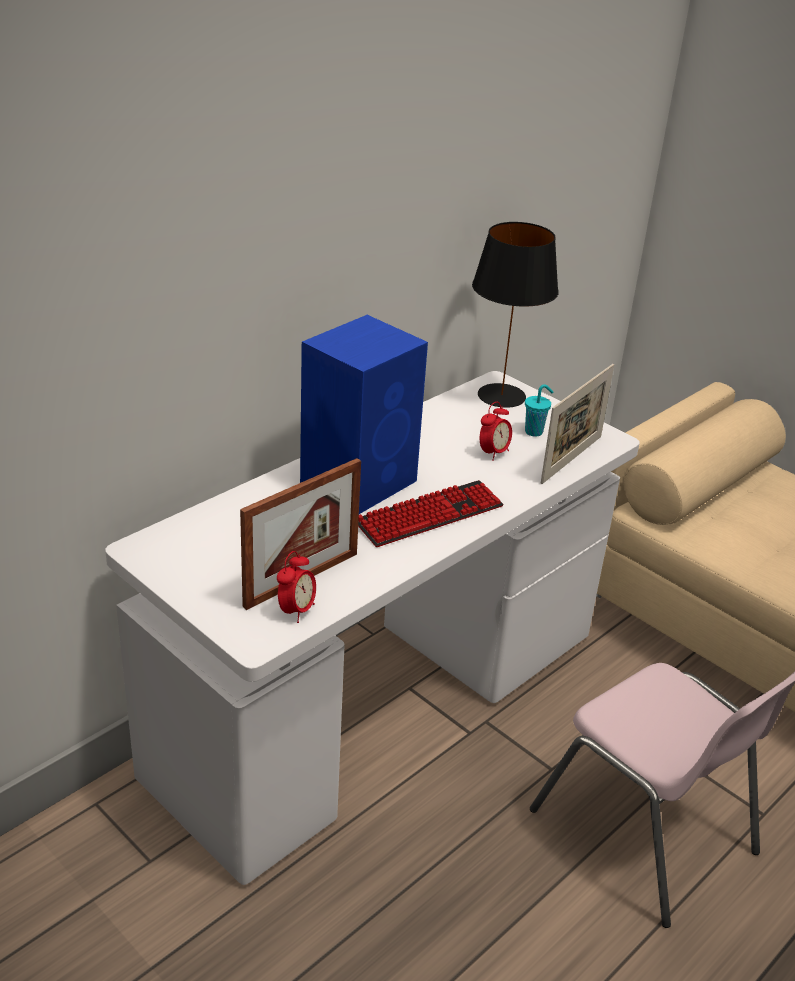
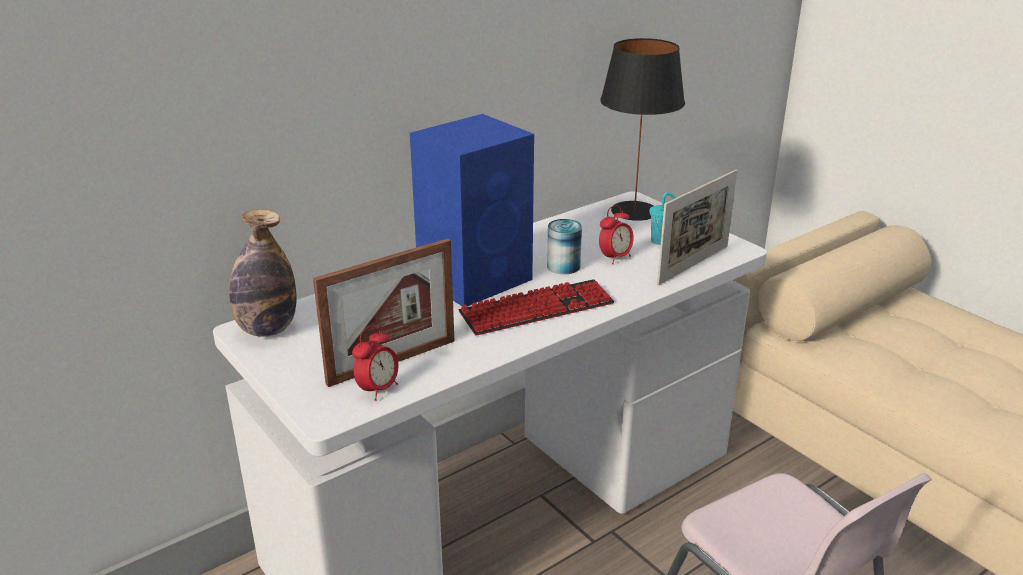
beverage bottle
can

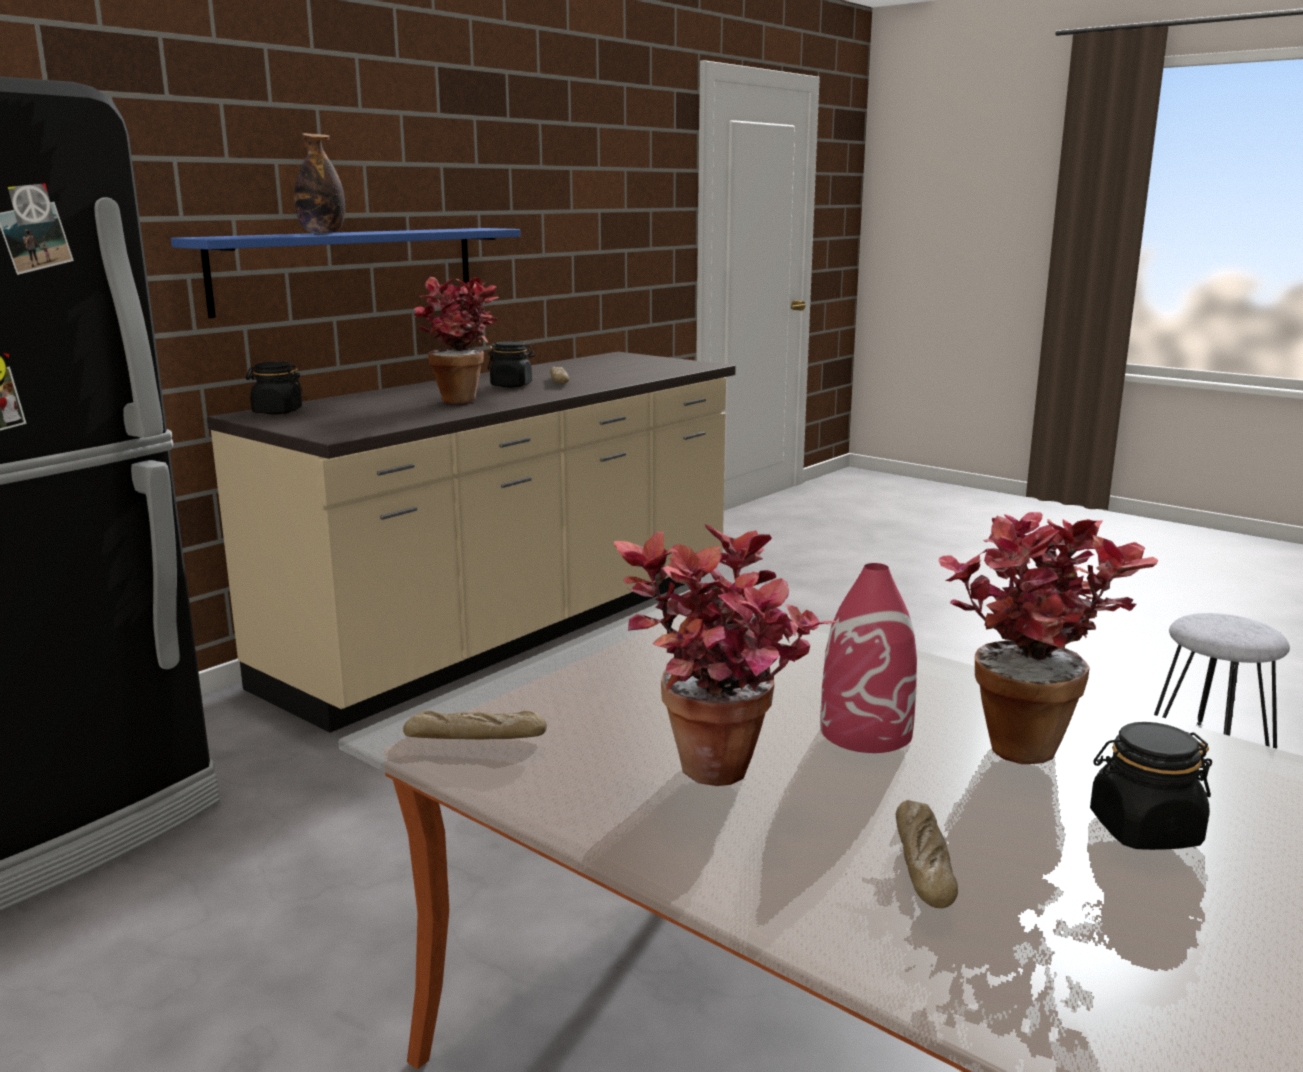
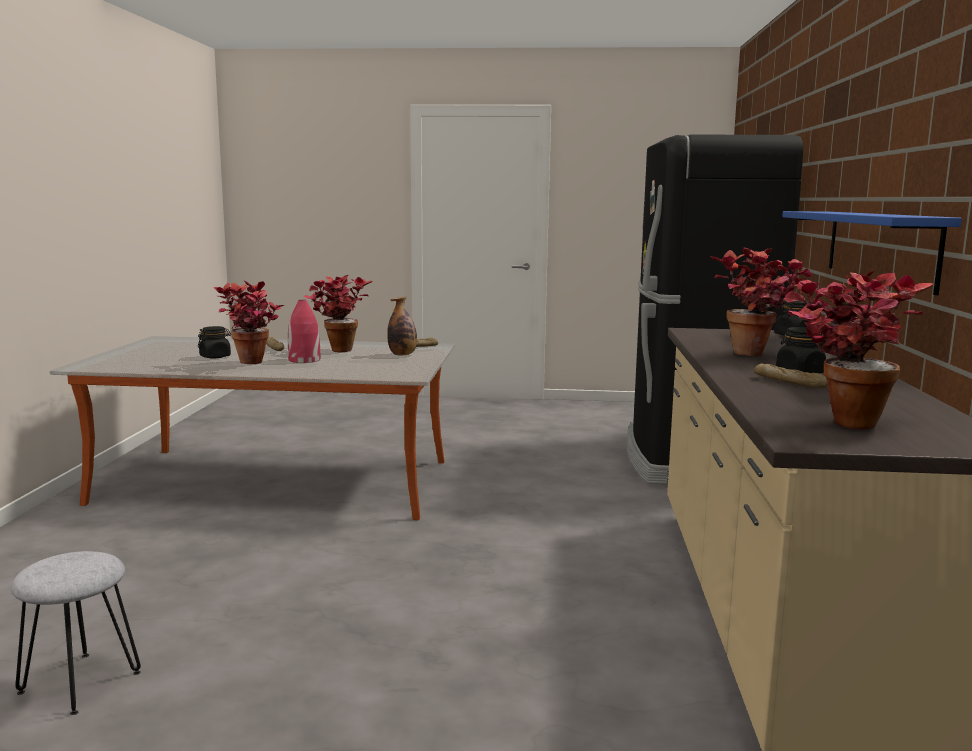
houseplant (no. 4 from left)
beverage bottle

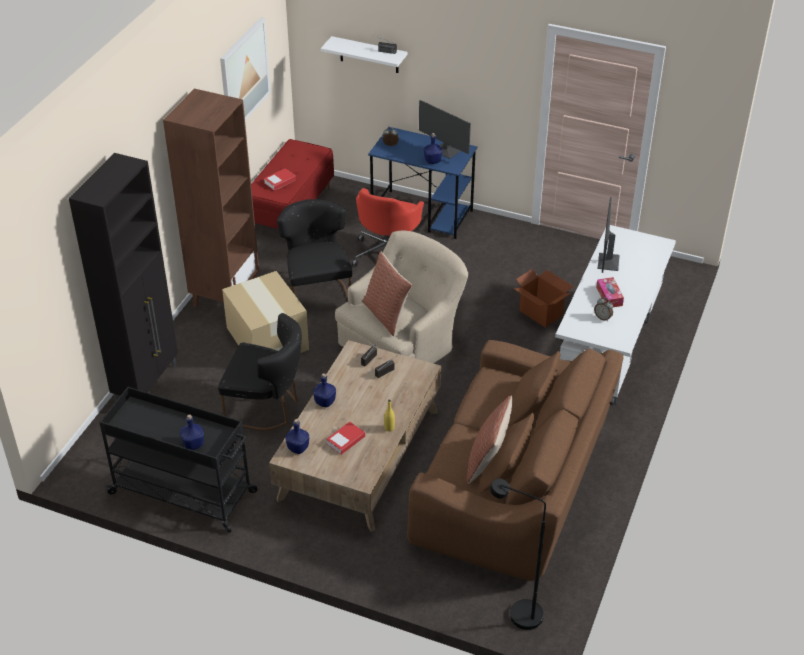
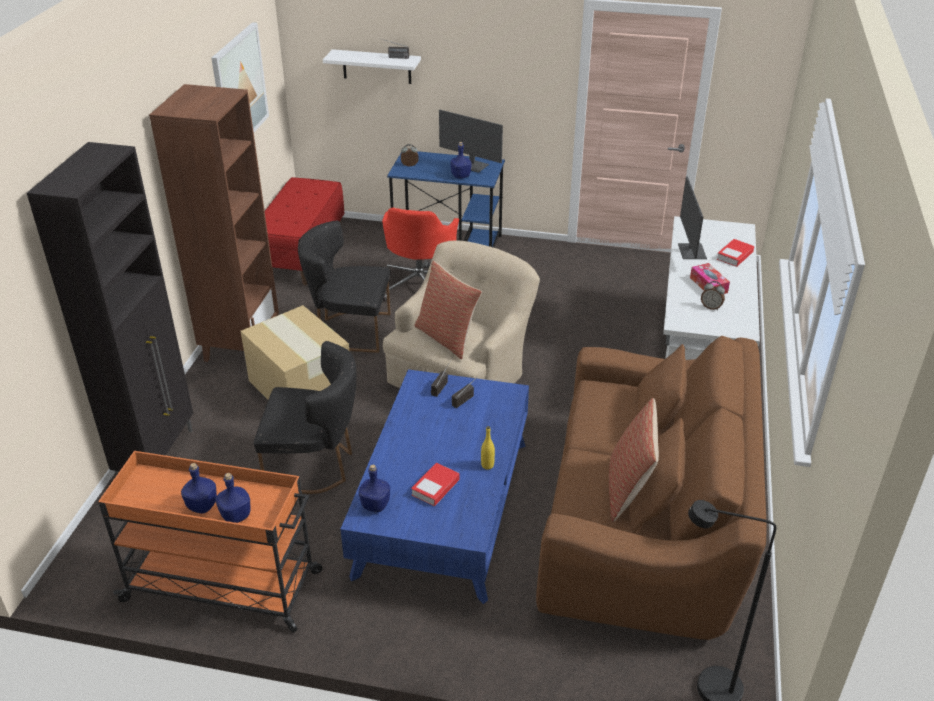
cardboard box (no. 2 from left in the first image)
bound book (no. 2 from left)
blue beverage bottle (no. 1 from left)
orange wheeled cart
blue low table
black plain chair (no. 2 from left)

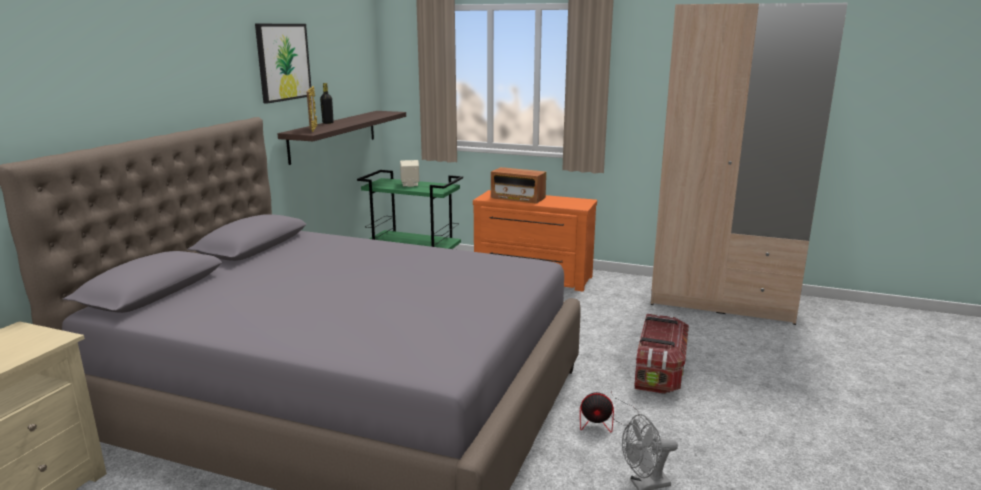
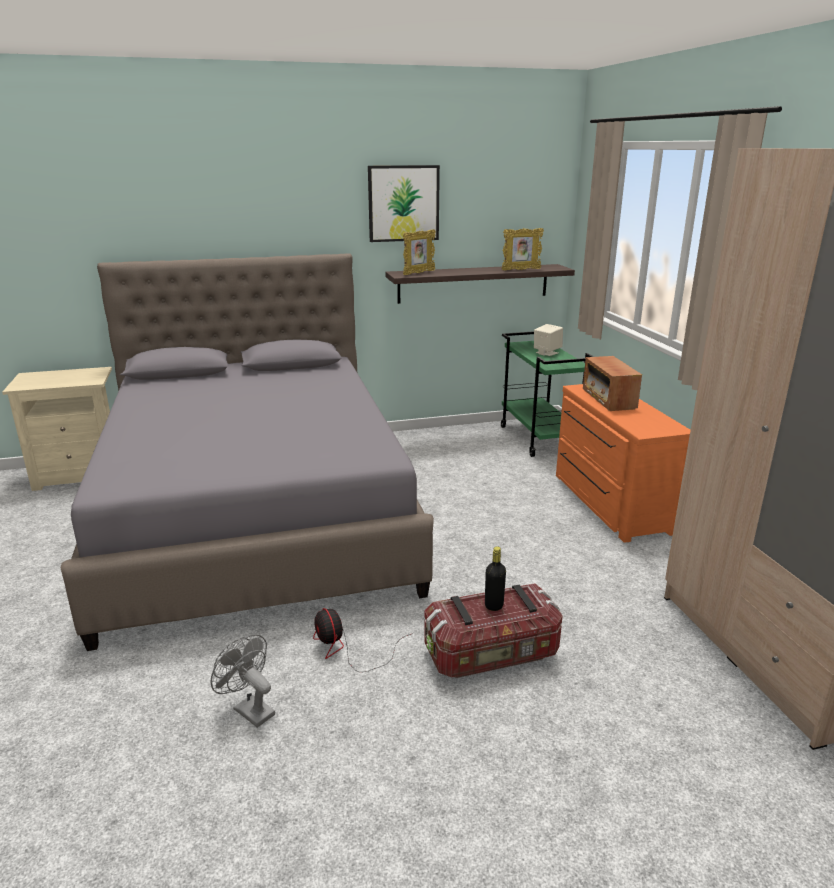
standing frame (no. 2 from left)
black beverage bottle

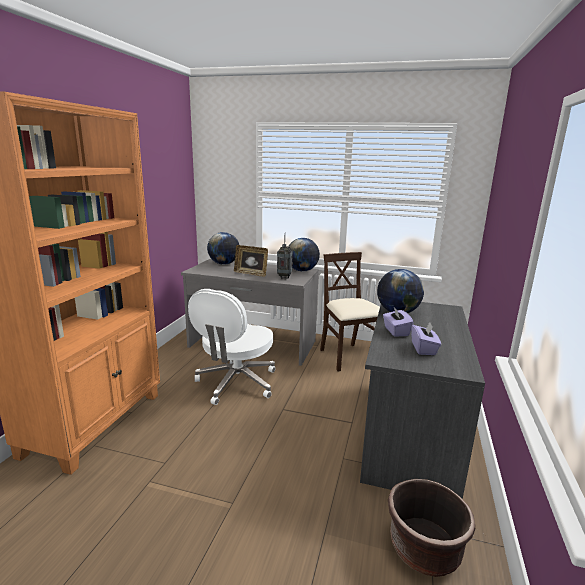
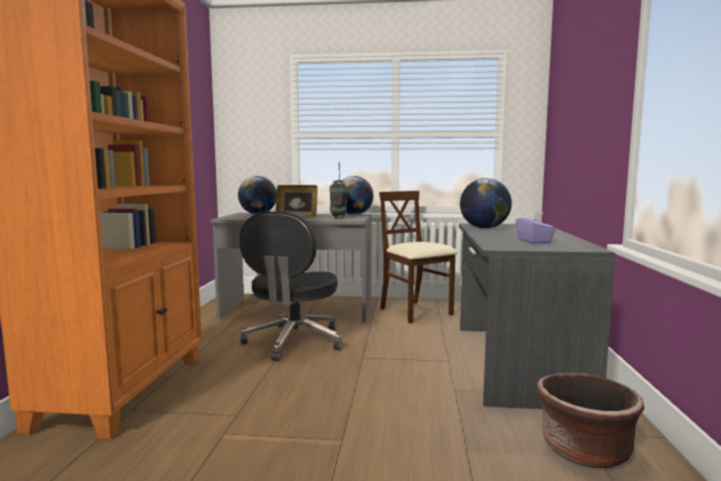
purple box of tissues (no. 1 from left in the first image)
black office chair

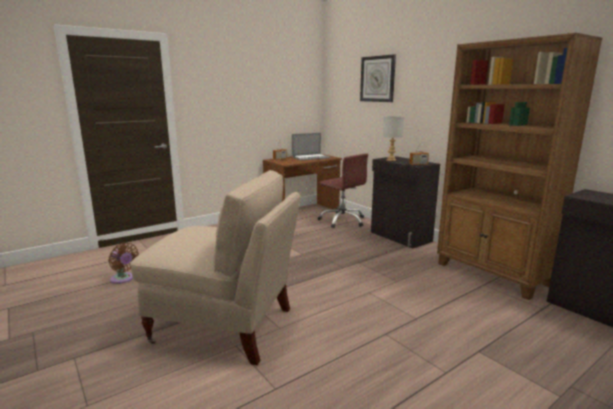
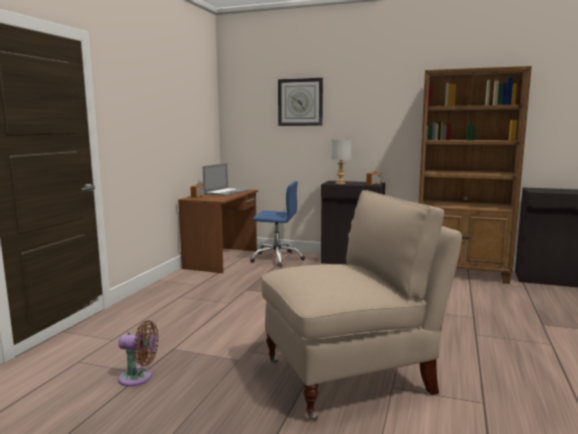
blue office chair

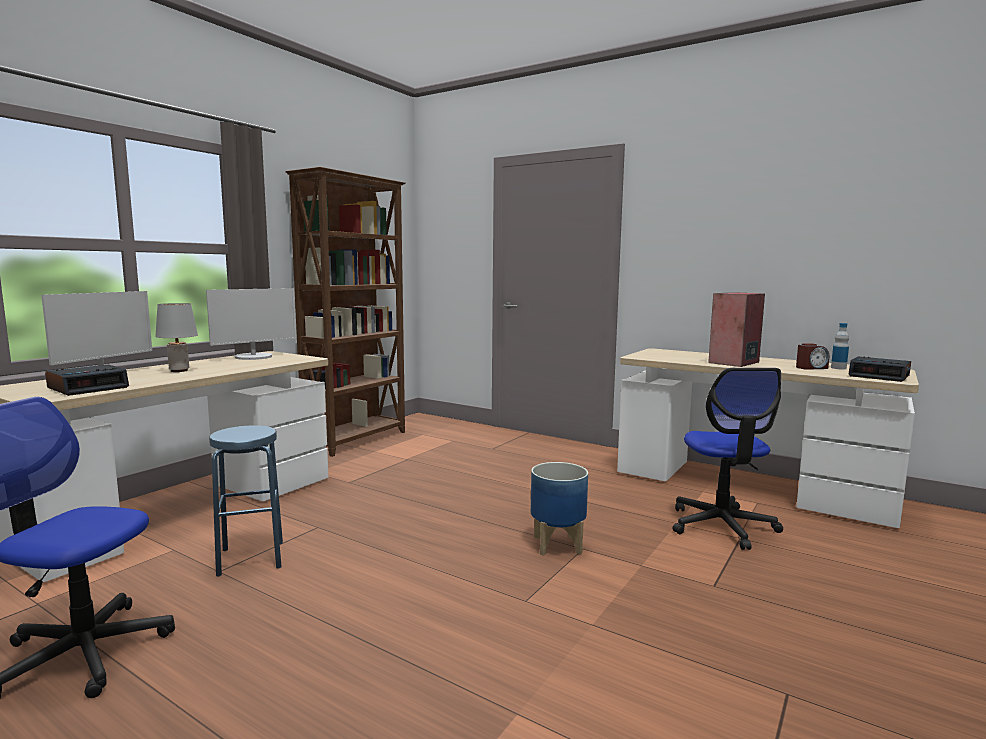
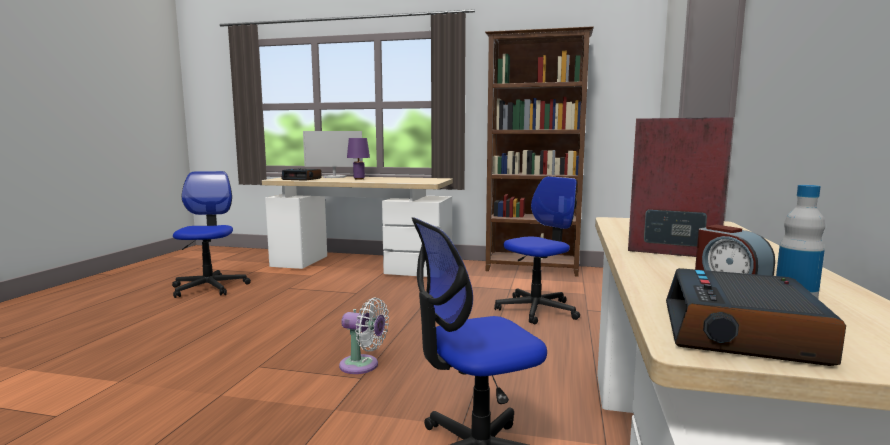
computer display (no. 2 from left in the first image)
blue sitting stool
office chair (no. 3 from left)
whitish electric fan
purple lamp for a table

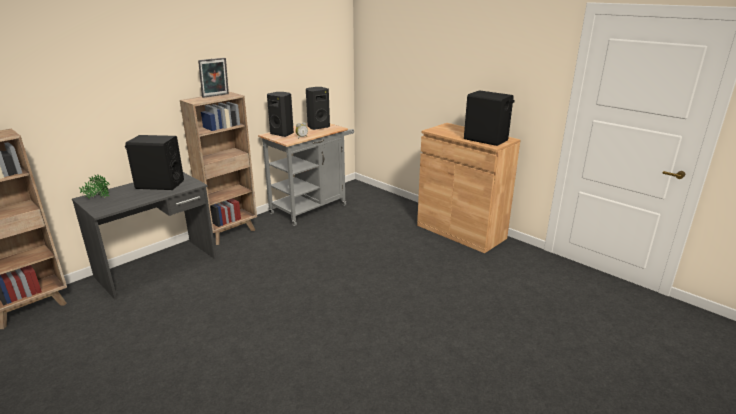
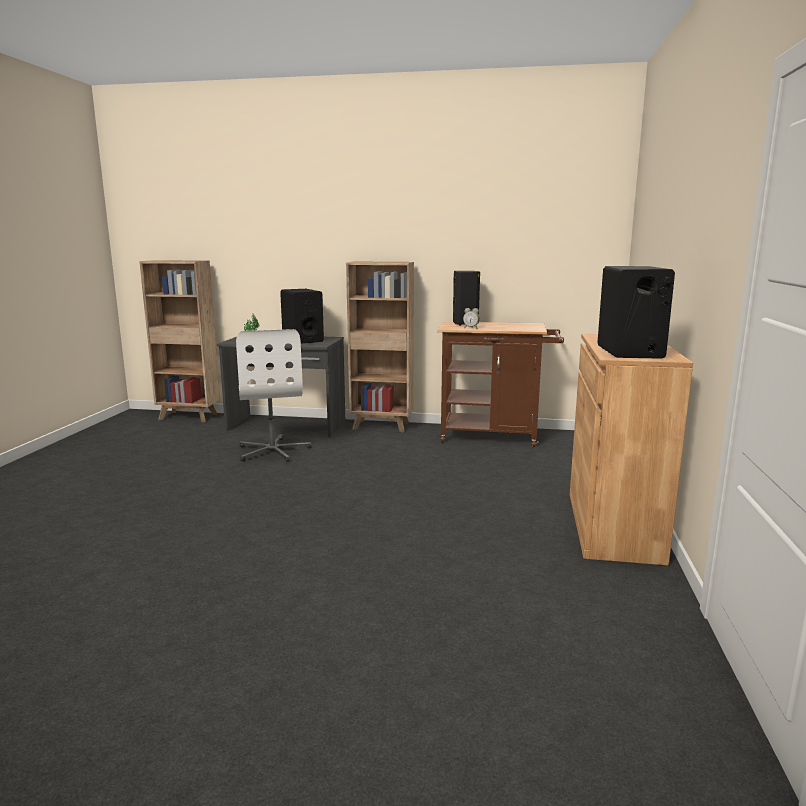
standing frame
black audio speaker (no. 3 from left in the first image)
whitish office chair
brown-coloured wheeled cart

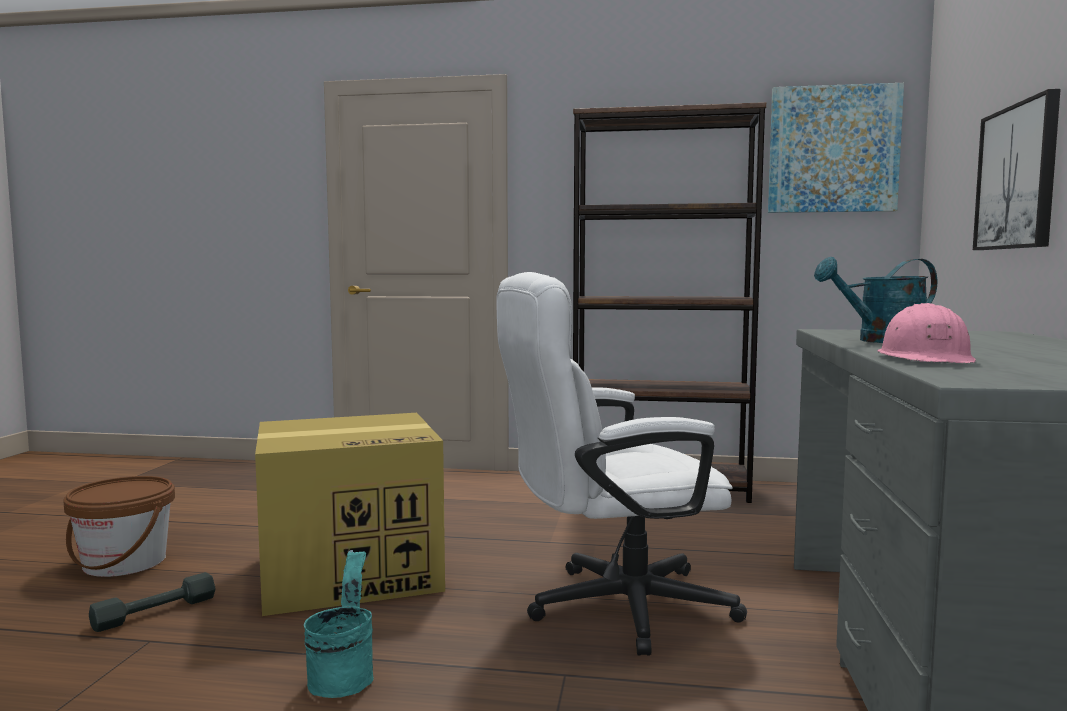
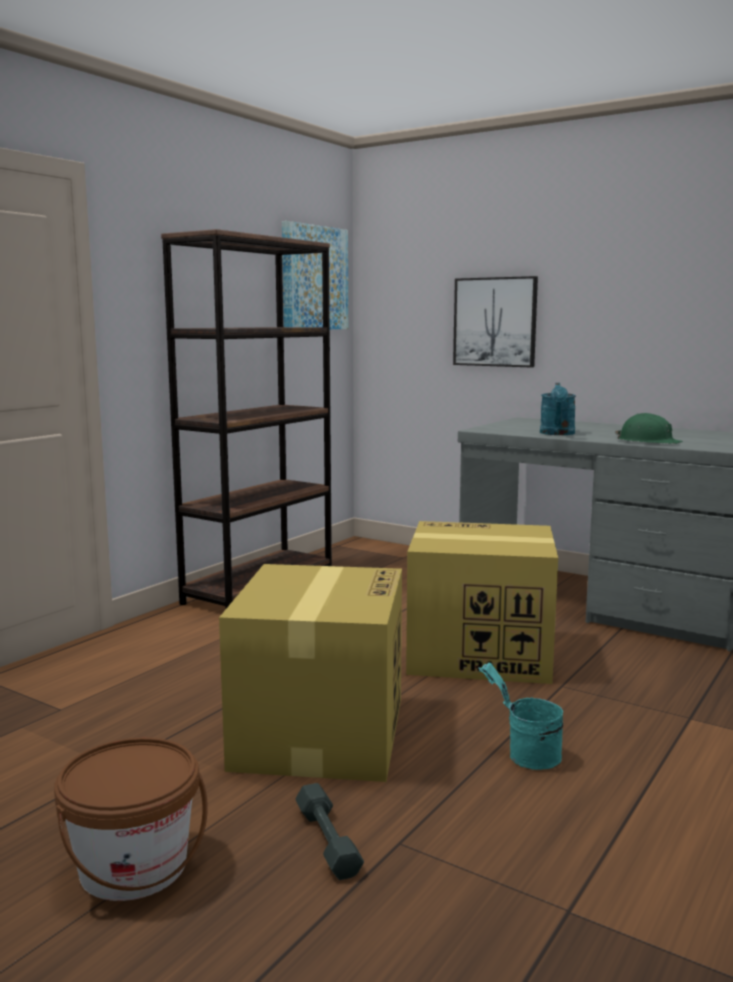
cardboard box (no. 2 from left)
green hard hat

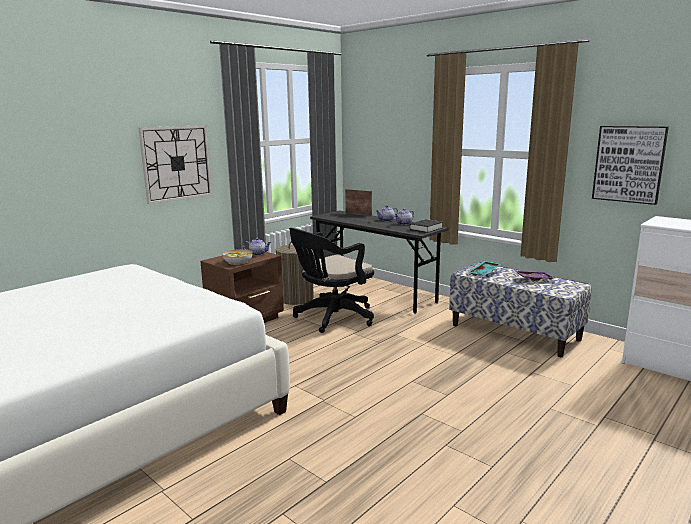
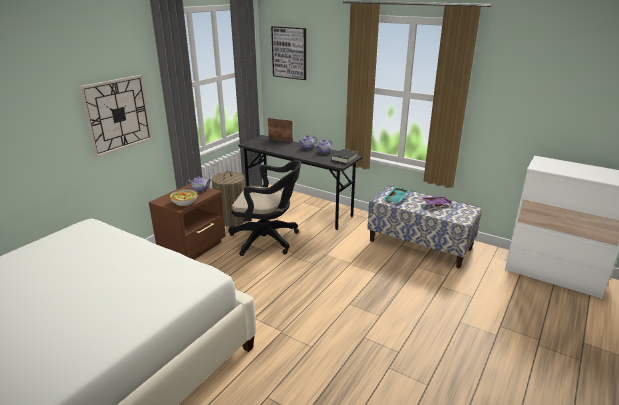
wall art
black office chair

